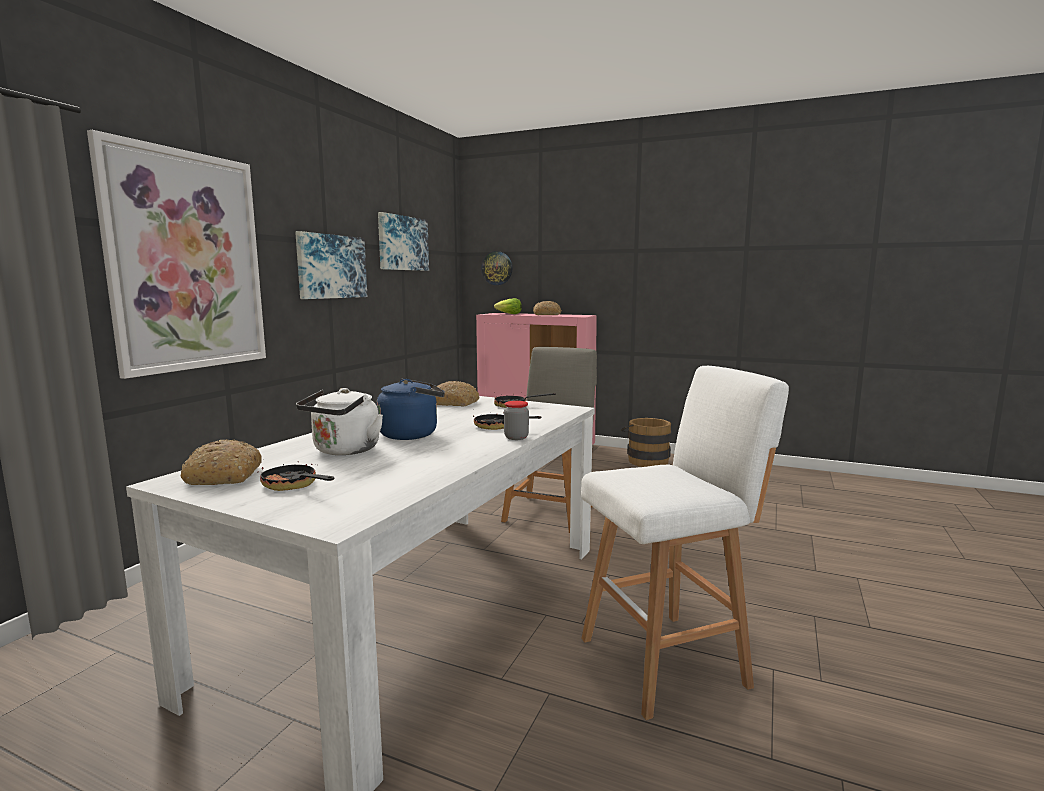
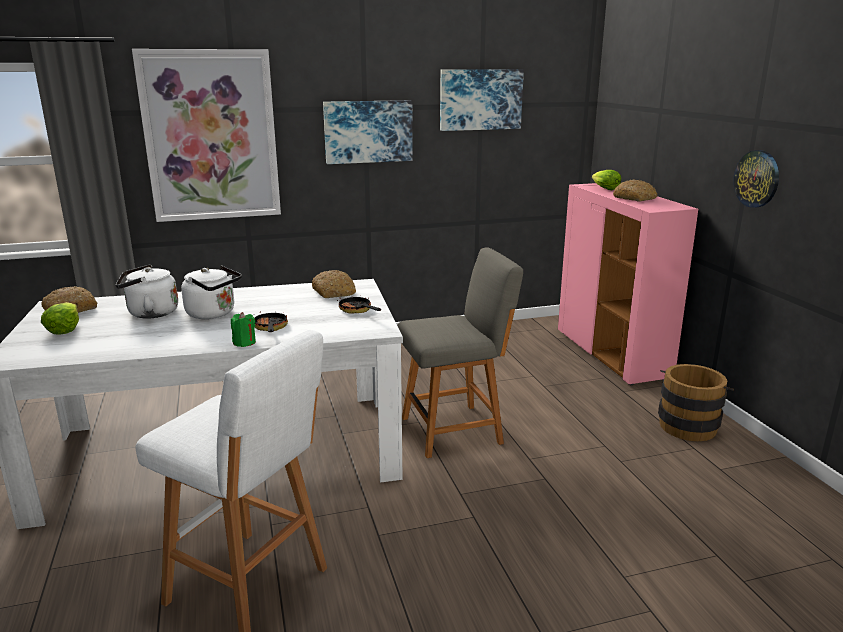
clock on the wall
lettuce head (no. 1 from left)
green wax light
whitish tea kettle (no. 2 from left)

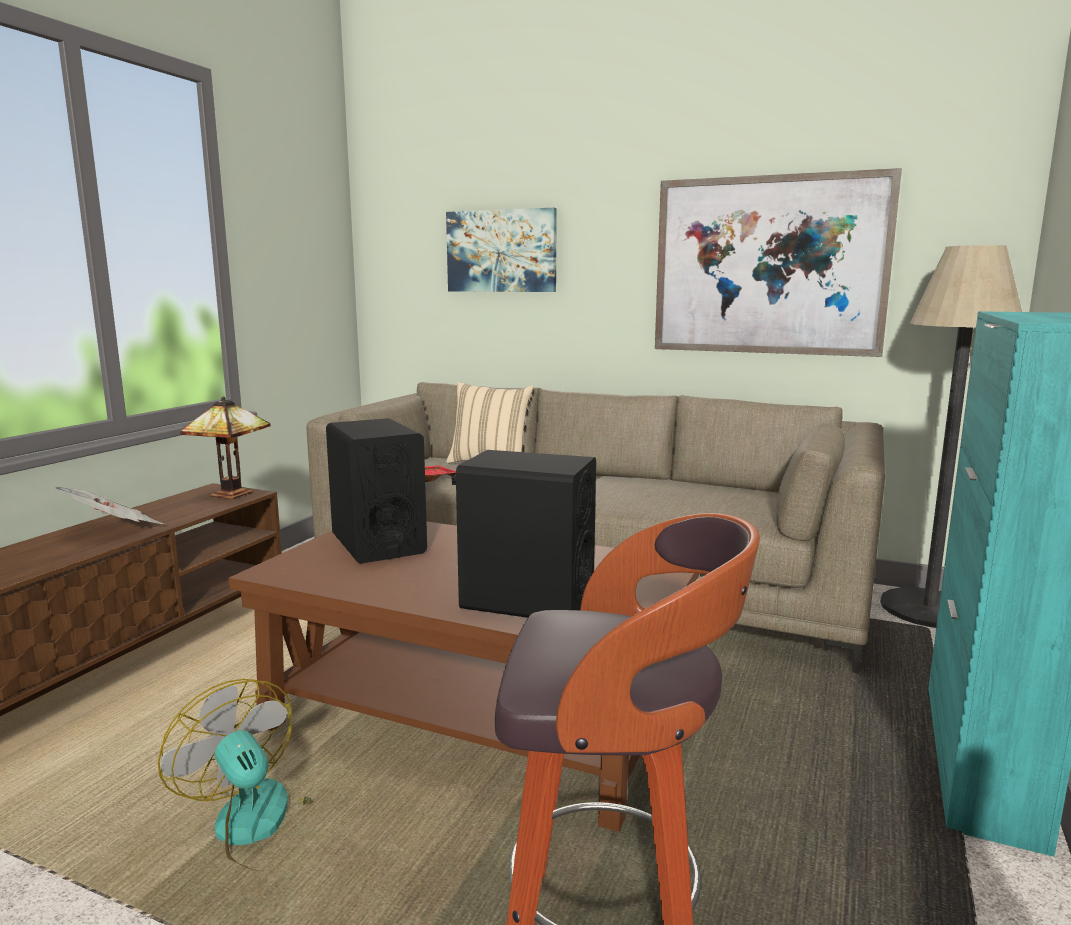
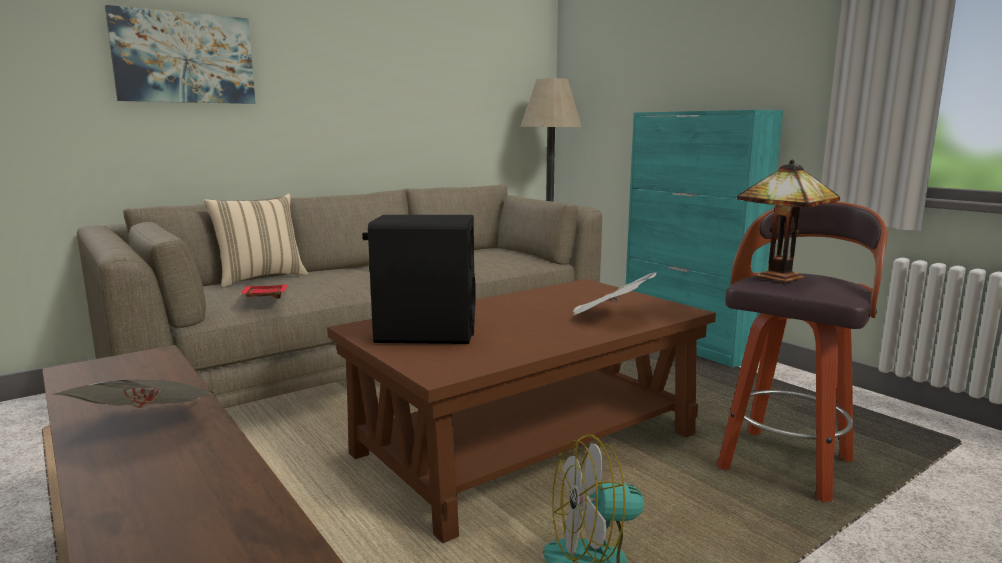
wall art (no. 2 from left in the first image)
lamp for a table
newspaper (no. 2 from left)

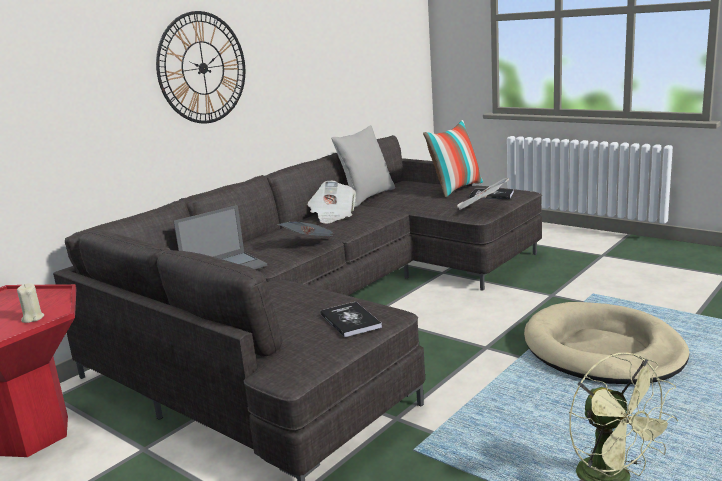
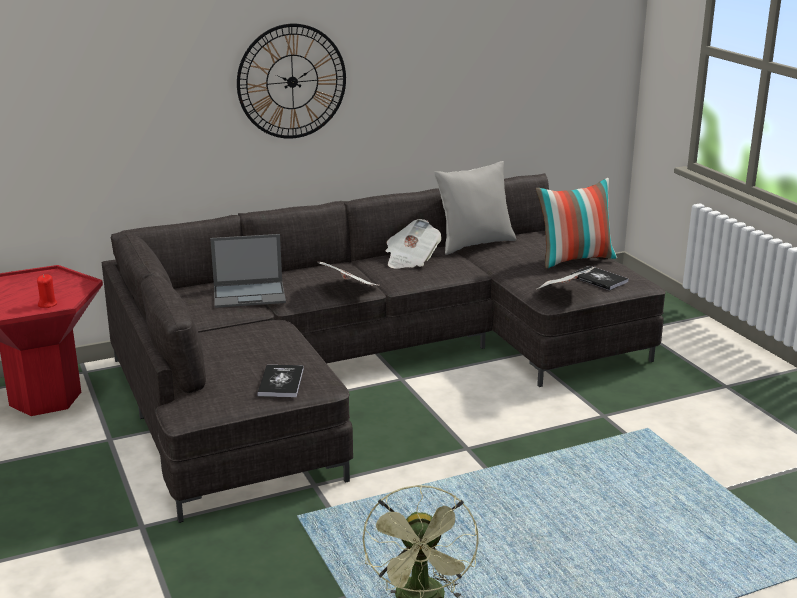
beige dog bed
reddish wax light

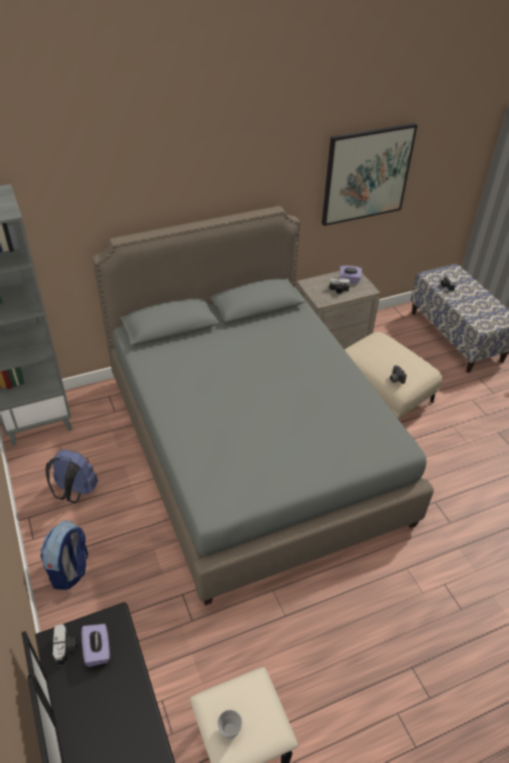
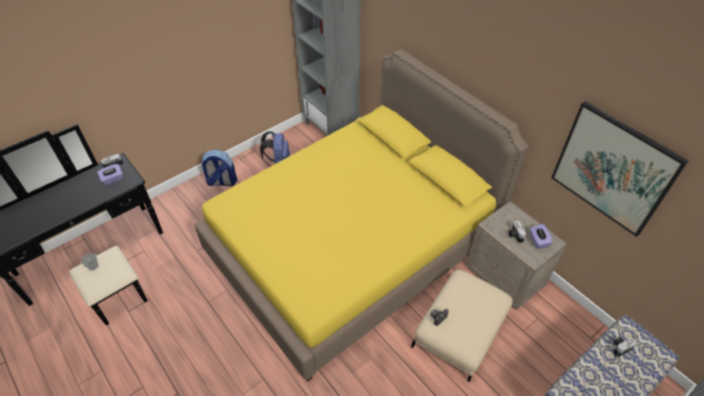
yellow-coloured bedroom bed

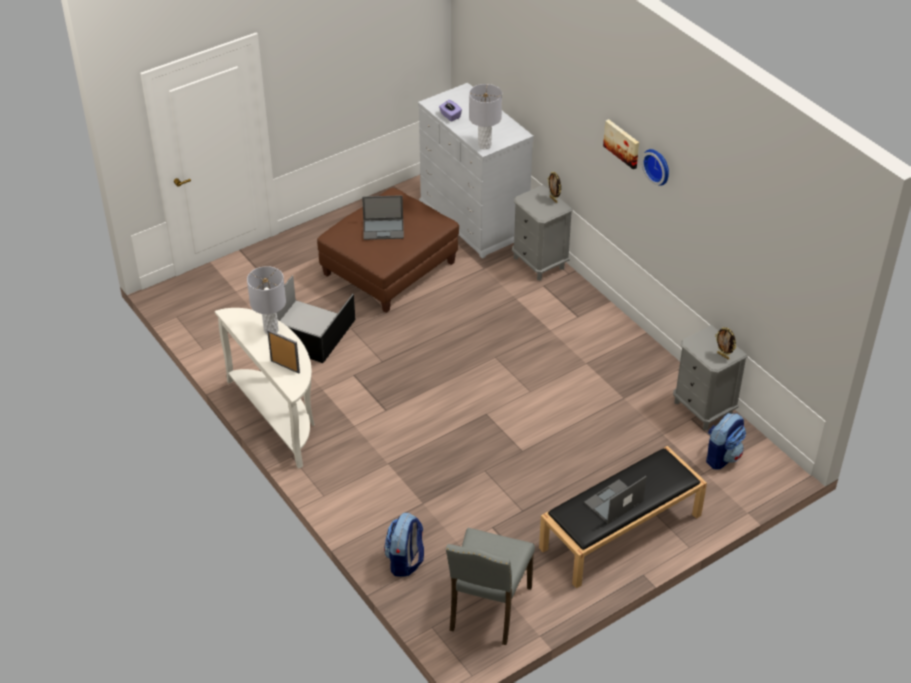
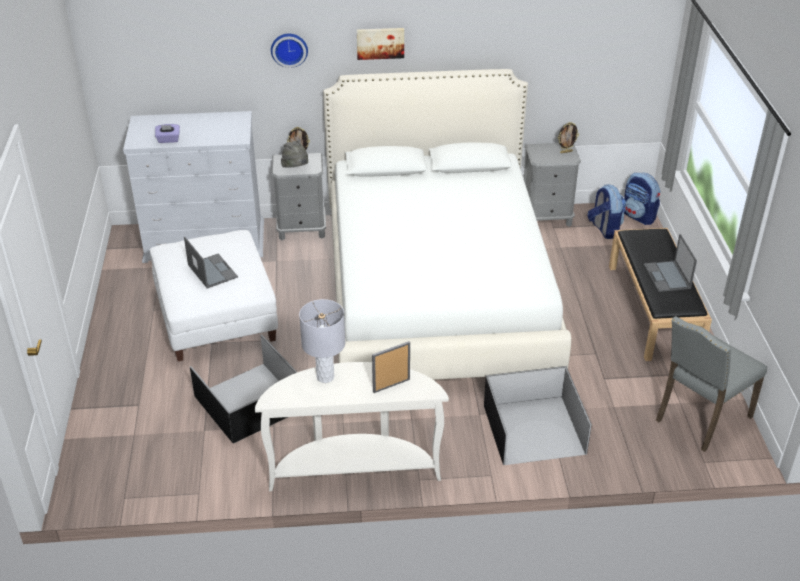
greyish lamp for a table (no. 2 from left in the first image)
greyish wearable hat
whitish bedroom bed
black storage container (no. 2 from left)
rucksack (no. 2 from left)
clock on the wall
whitish pouffe
notebook computer (no. 1 from left)
greyish plain chair

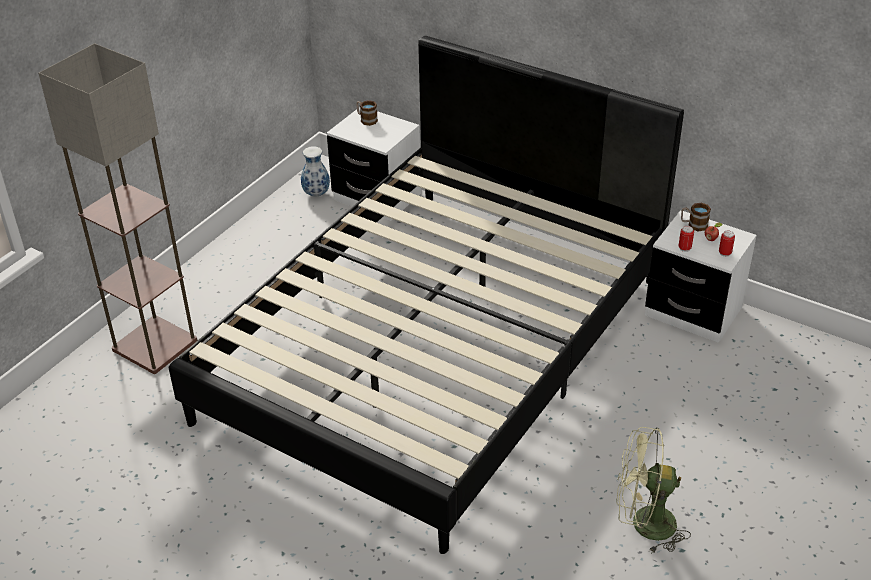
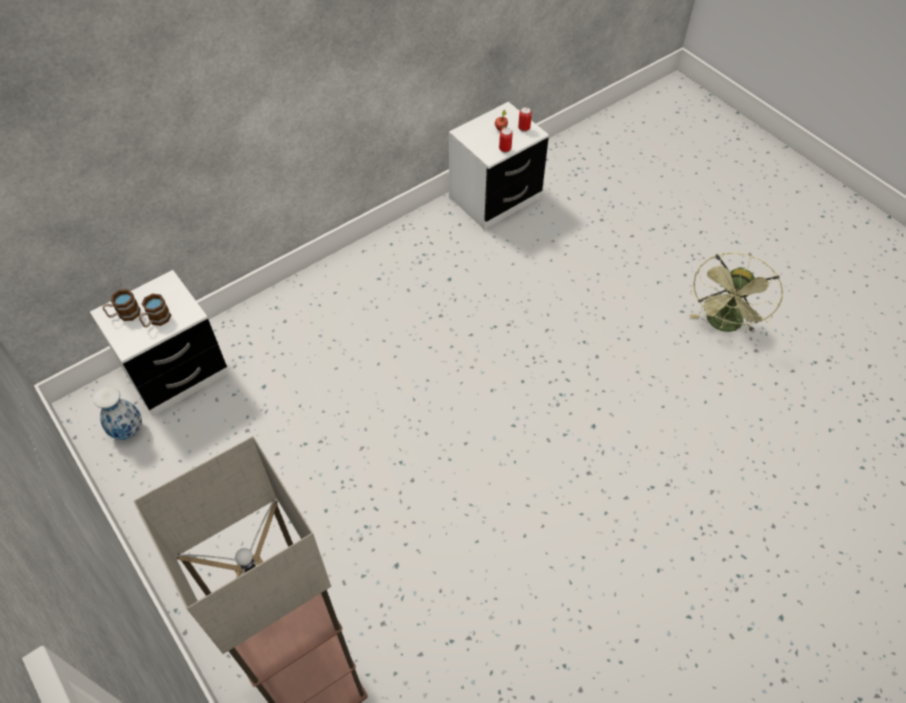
black bedroom bed
coffee mug (no. 2 from left)

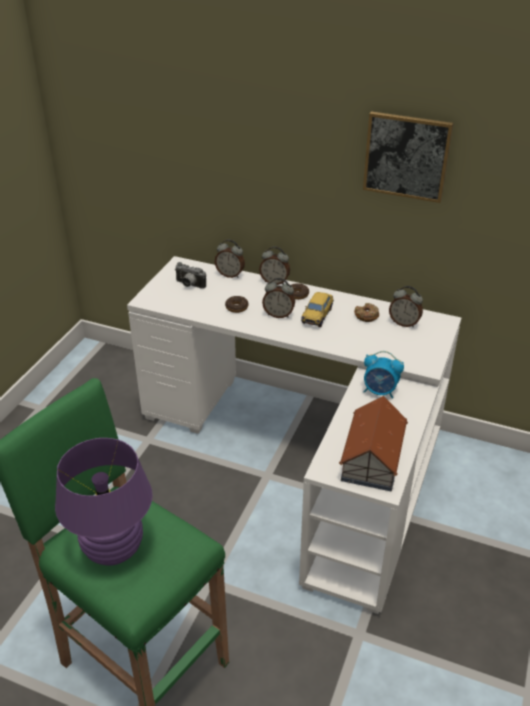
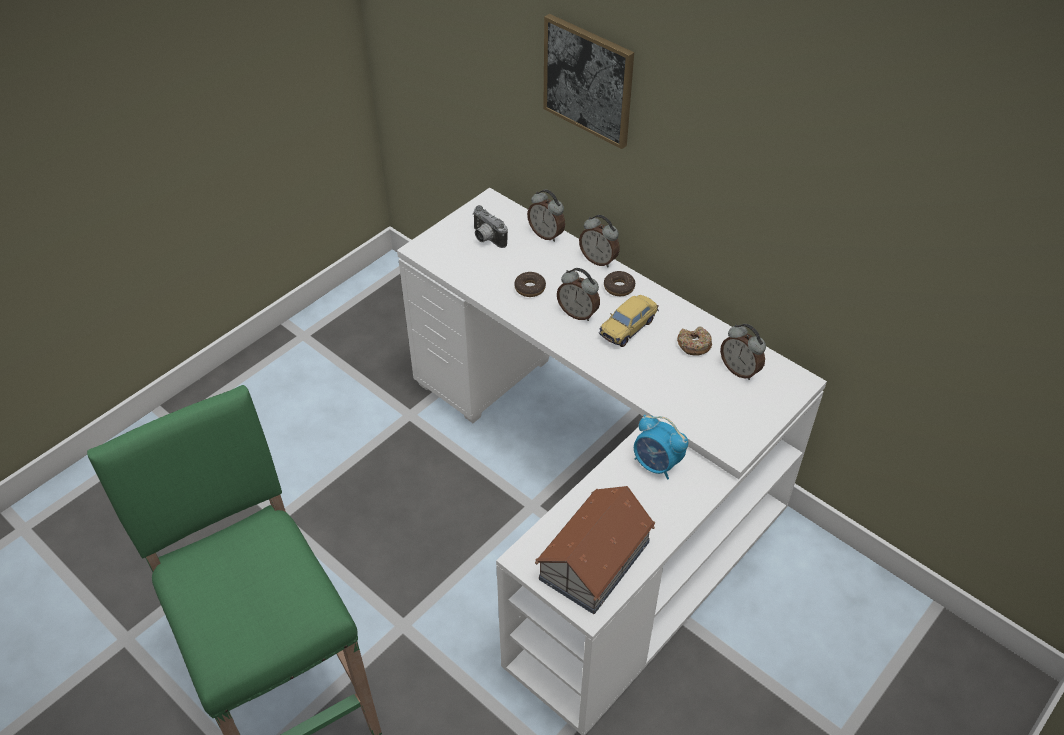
purple lamp for a table
wall art

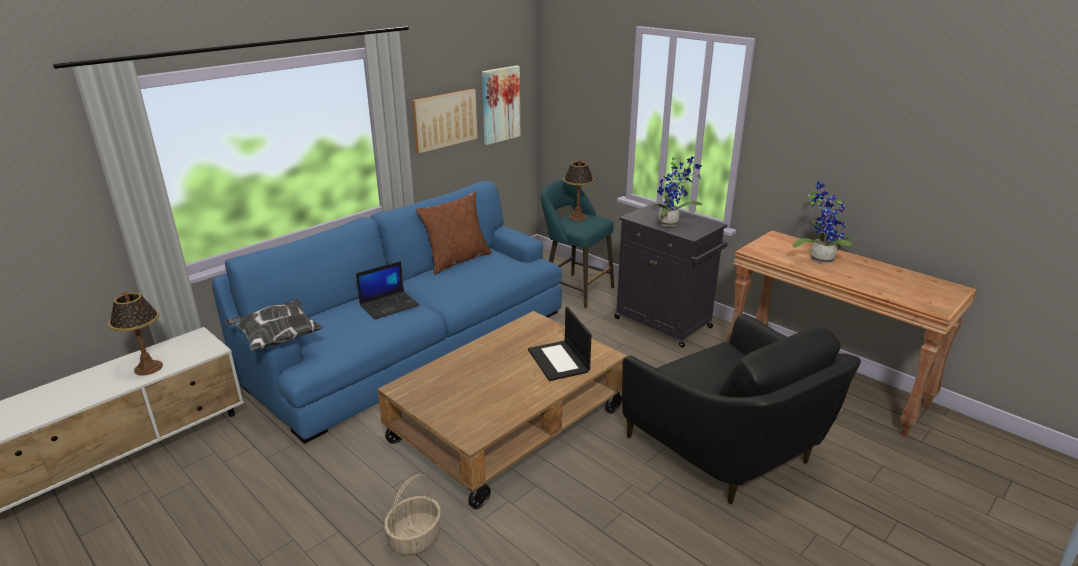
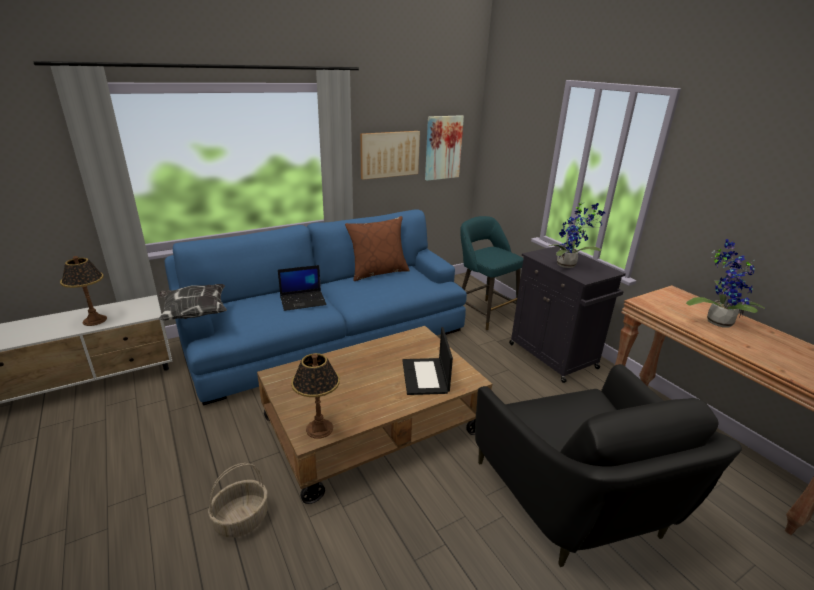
lamp for a table (no. 2 from left)

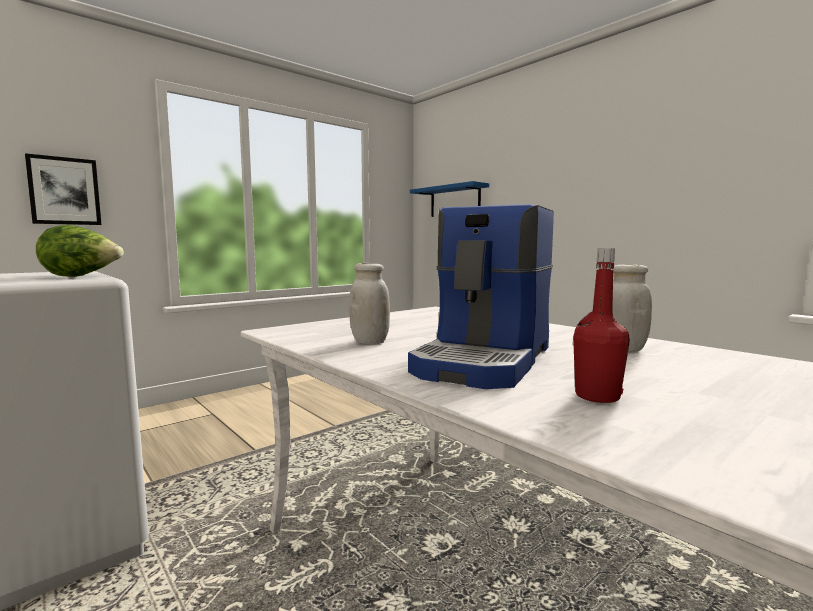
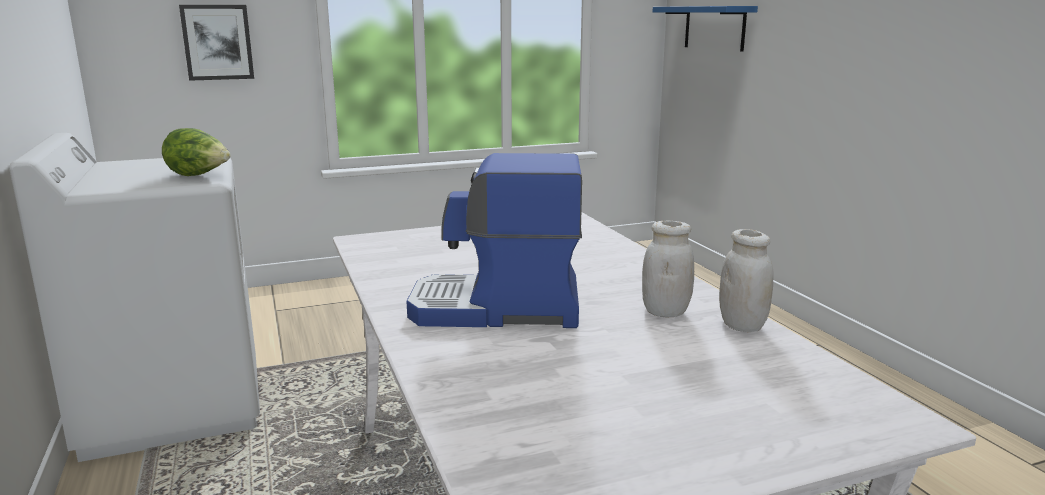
reddish beverage bottle
whitish preserve jar (no. 2 from left)
coffee machine

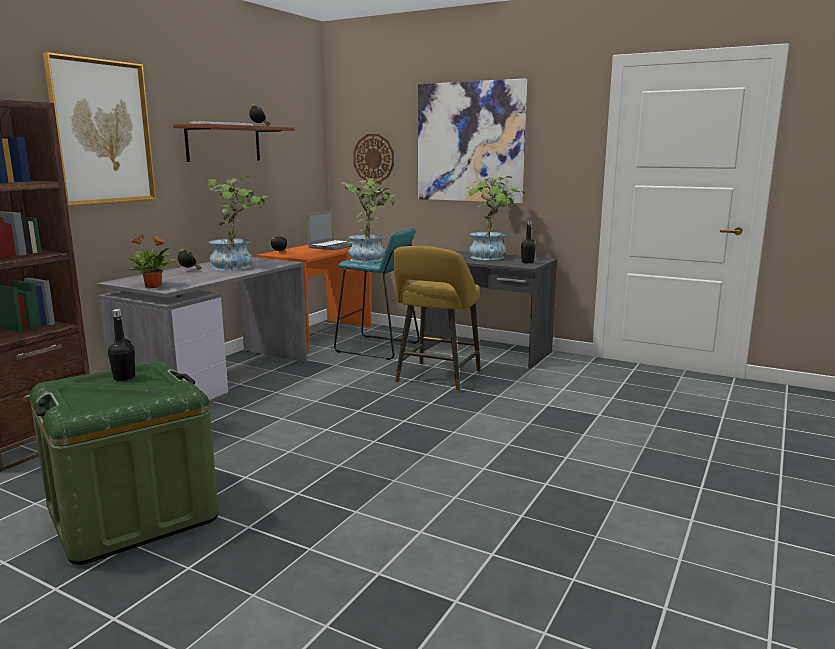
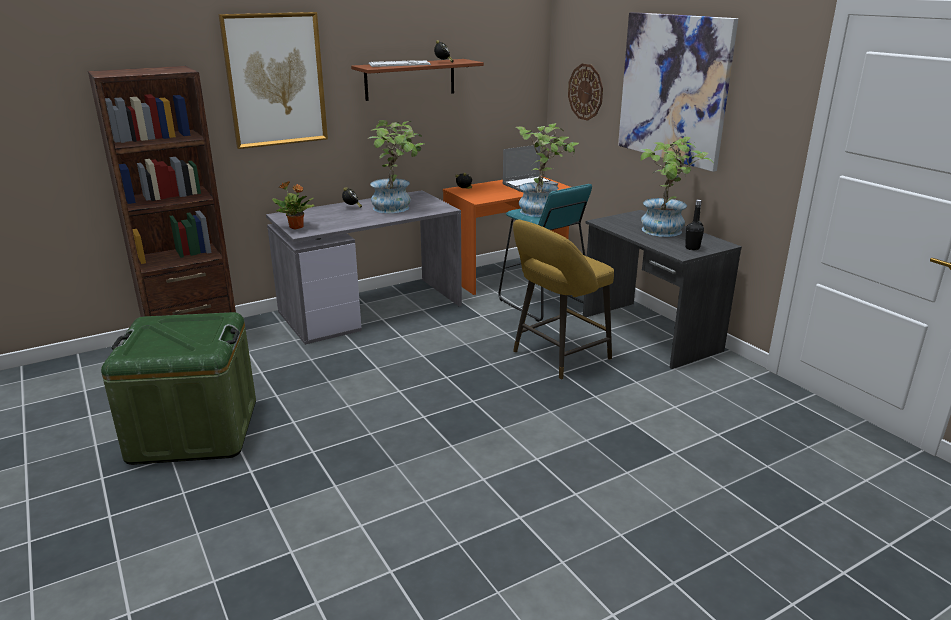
black beverage bottle (no. 1 from left in the first image)

